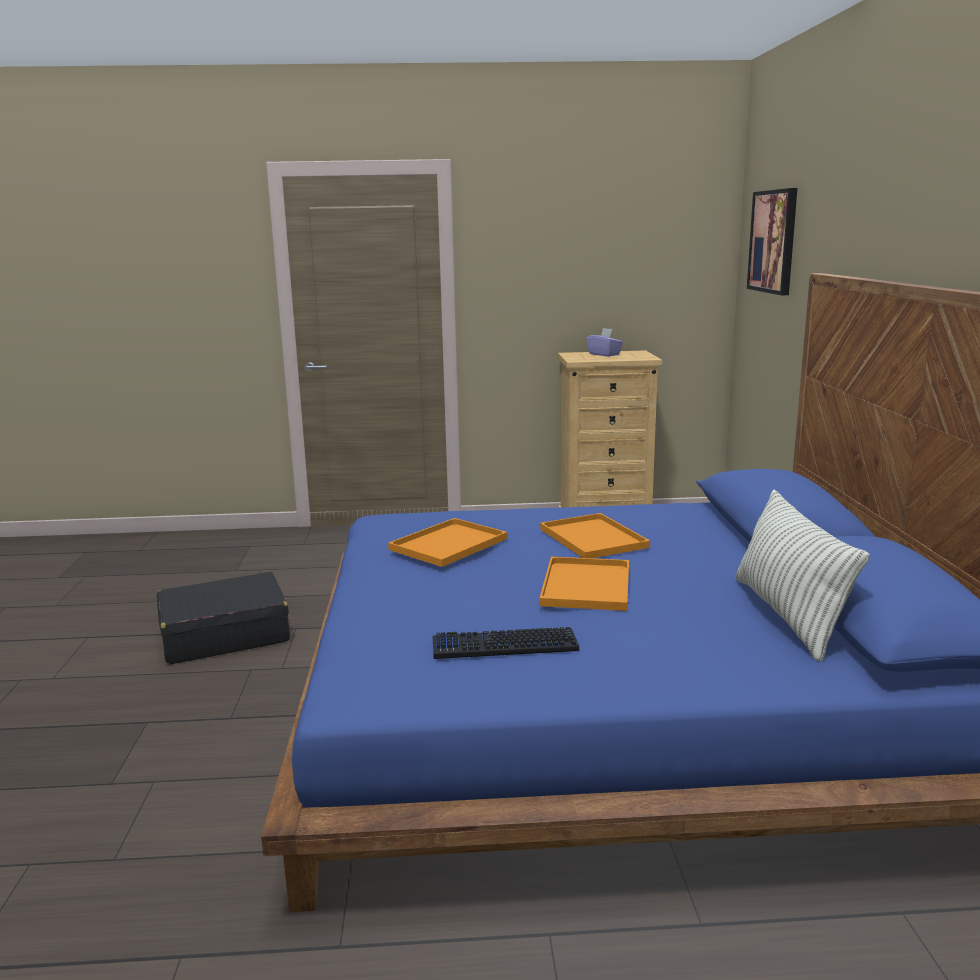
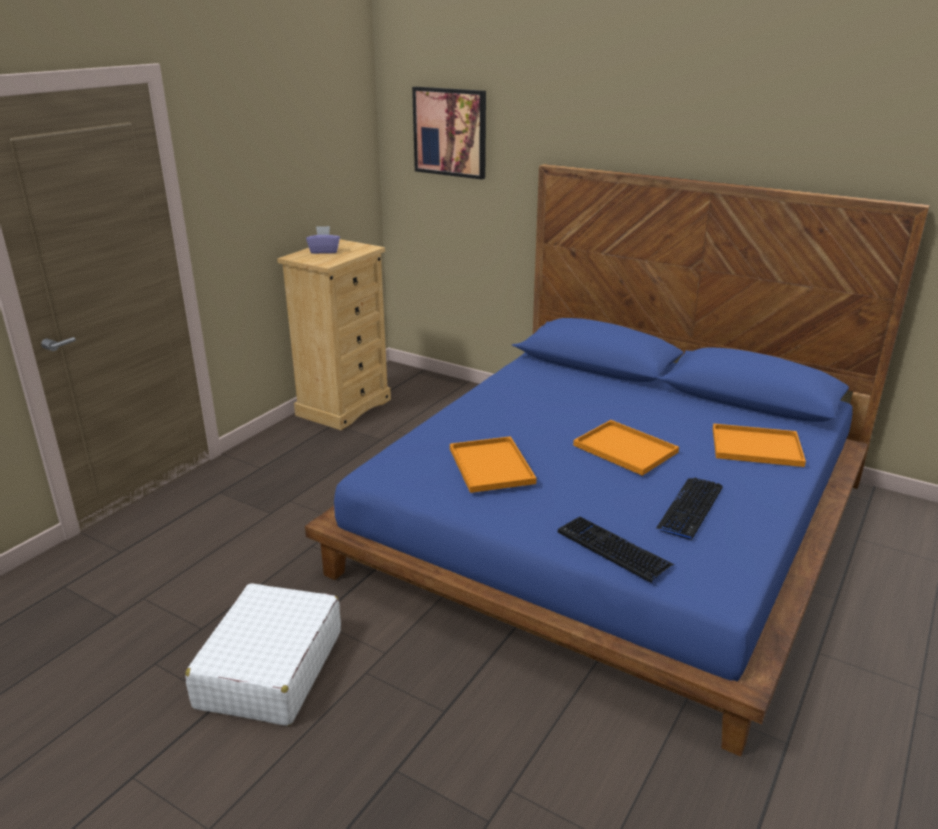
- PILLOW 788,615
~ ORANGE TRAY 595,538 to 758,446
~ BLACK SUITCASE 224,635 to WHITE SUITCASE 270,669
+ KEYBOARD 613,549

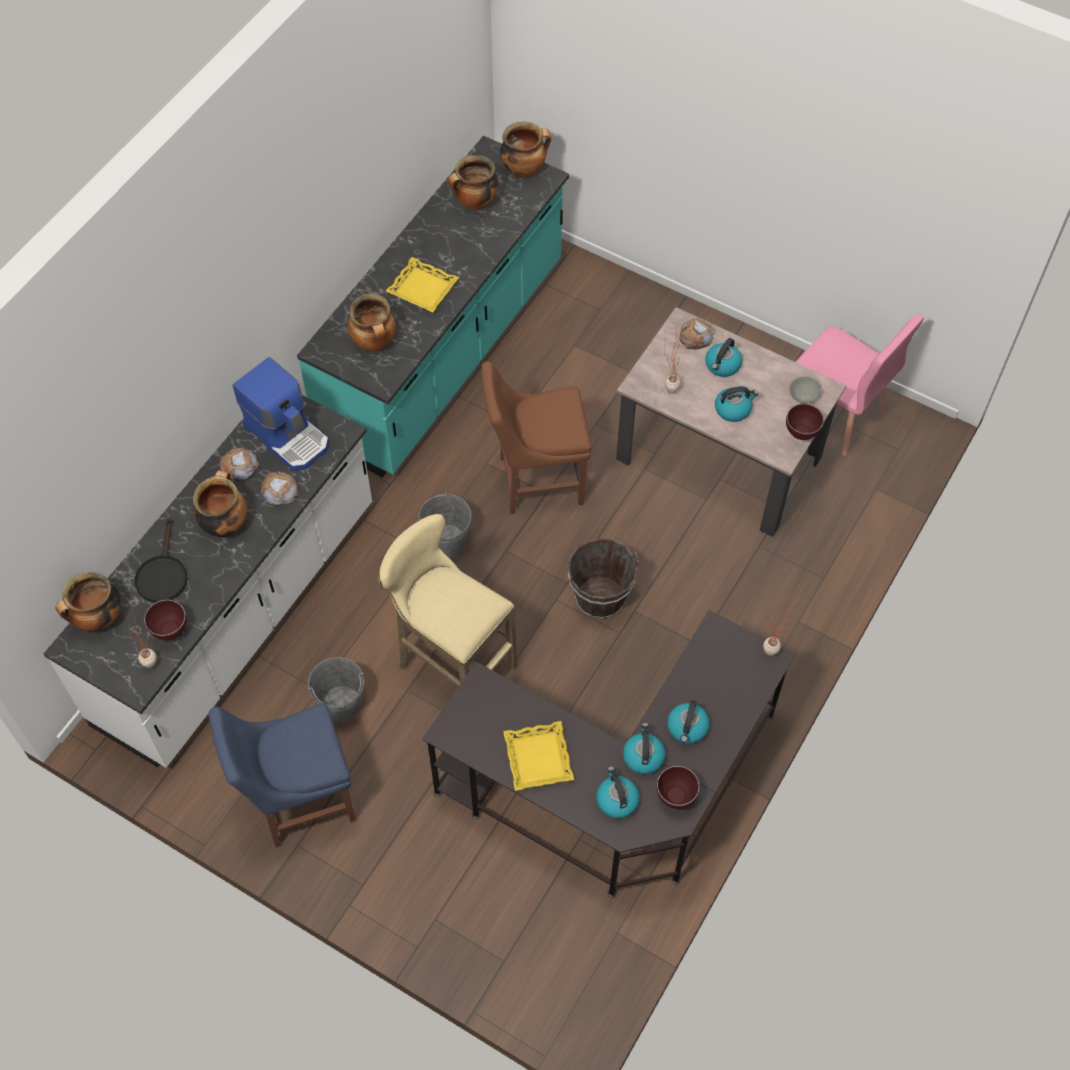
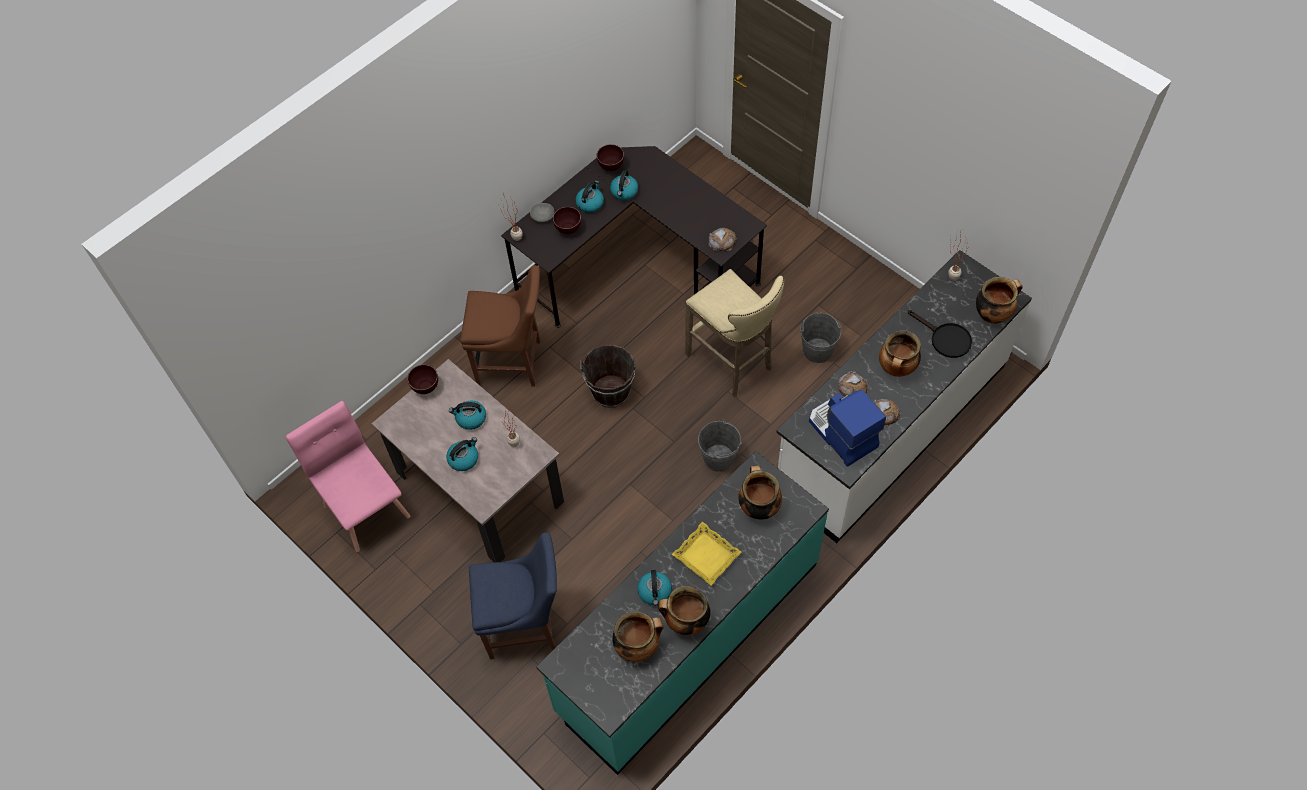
~ COOKING POT 524,169 to 685,621
~ BREAD 696,336 to 722,241
~ BROWN CHAIR 536,480 to 513,362
~ GREY BOWL 804,395 to 543,215
~ BLACK FRYING PAN 162,574 = 945,339 120 degrees clockwise
~ BROWN BOWL 171,630 to 567,230
~ BLUE CHAIR 299,800 to 525,625
- YELLOW TRAY 539,758
~ KETTLE 616,800 to 655,592

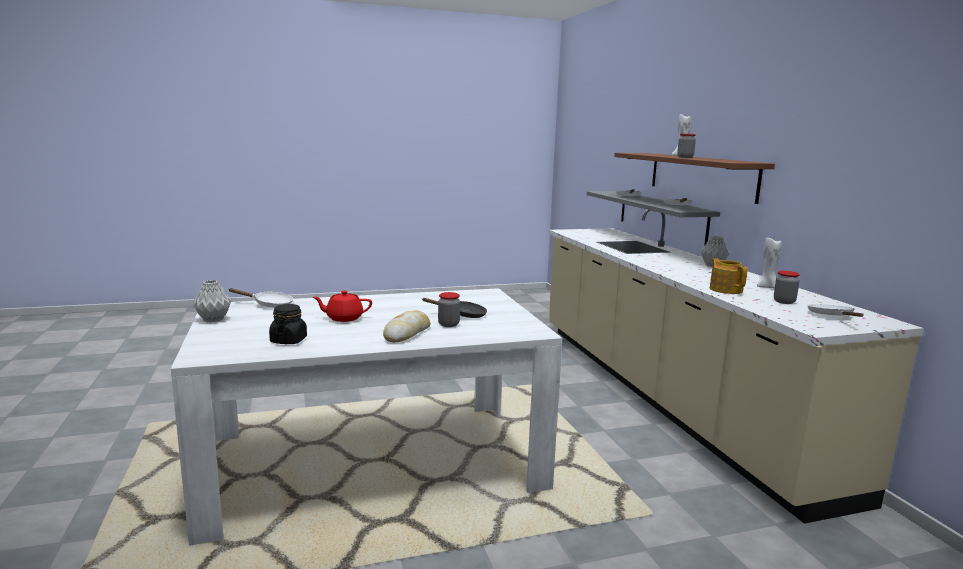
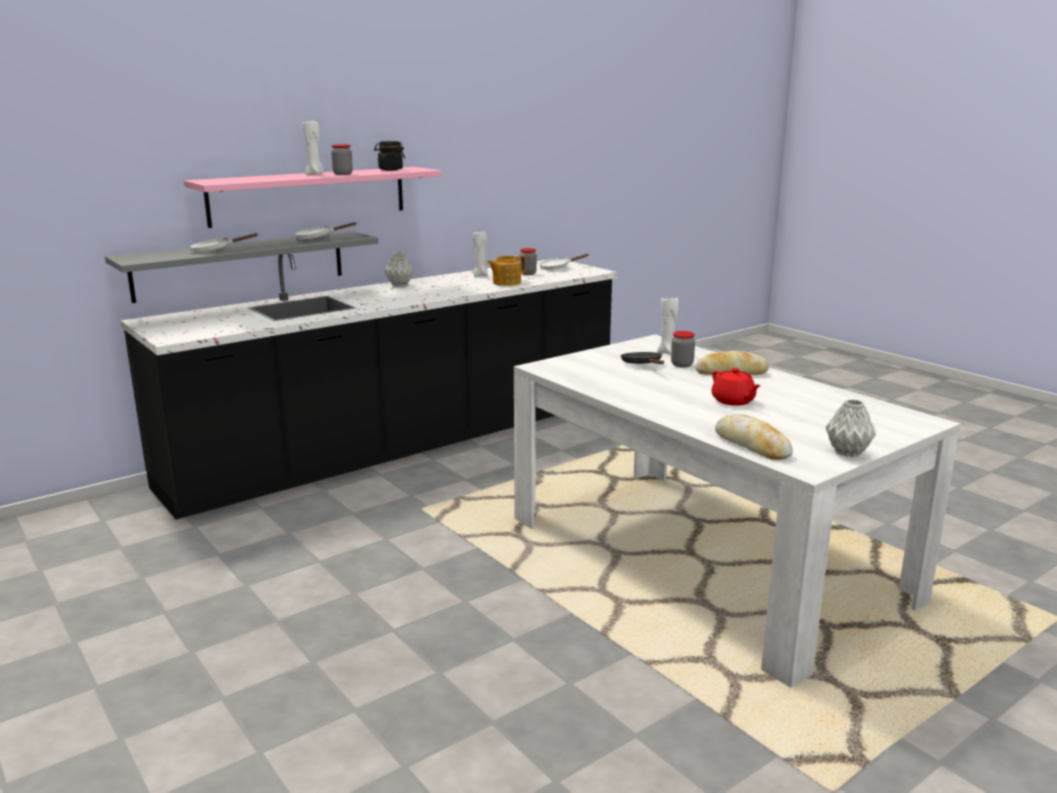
~ BROWN SHELF 701,175 to PINK SHELF 309,195
~ BEIGE COUNTER 664,395 to BLACK COUNTER 405,444
~ WHITE FRYING PAN 269,304 to BREAD 752,445
~ BLACK JAR 288,340 to 390,169
+ WHITE CANDLE 667,352

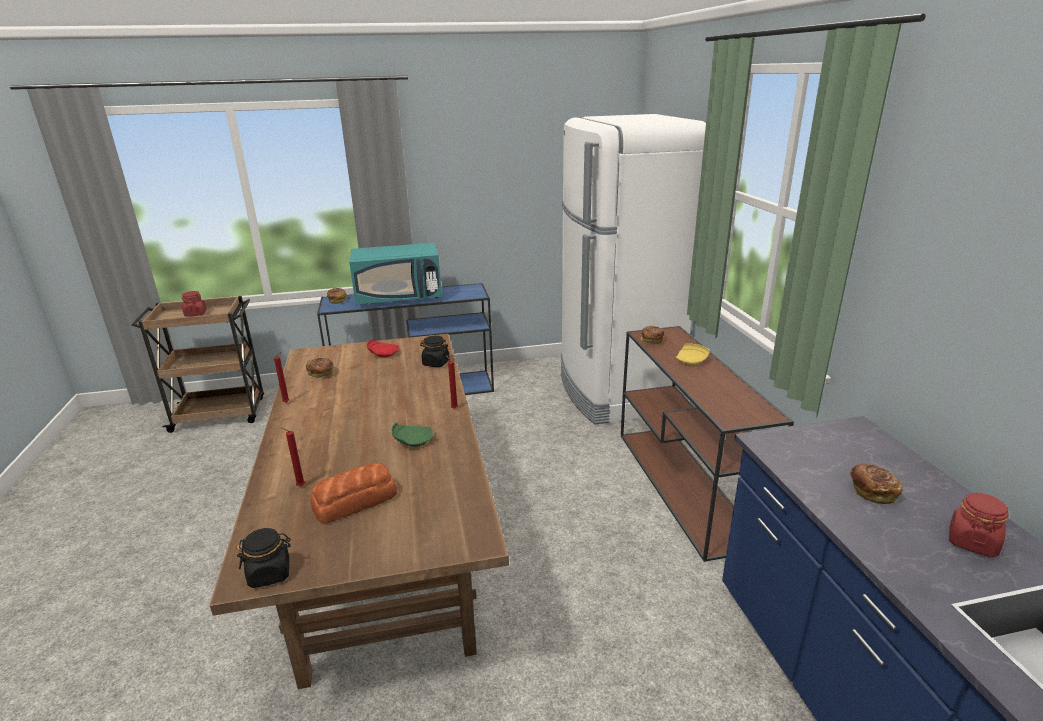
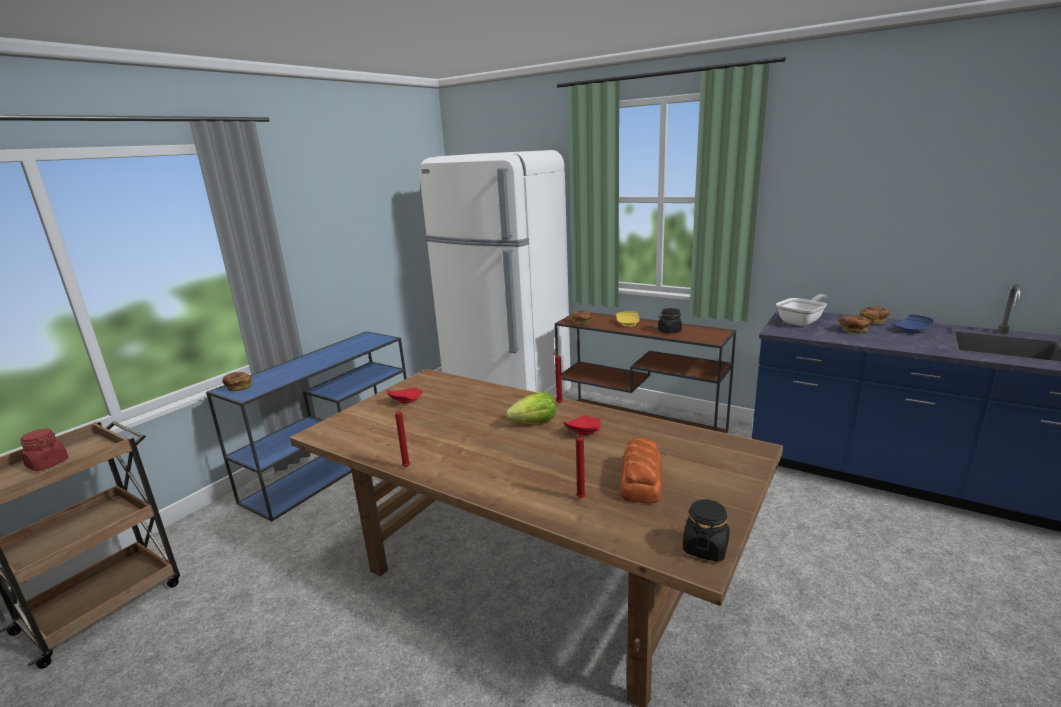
- TURQUOISE MICROWAVE 399,297
~ BLACK JAR 435,363 to 669,331
~ BREAD 321,374 to 873,321
~ GREEN PLATE 412,441 to RED PLATE 583,432
~ RED JAR 972,541 to BLUE PLATE 912,330
+ FRYING PAN 802,322
+ LETTUCE 534,423

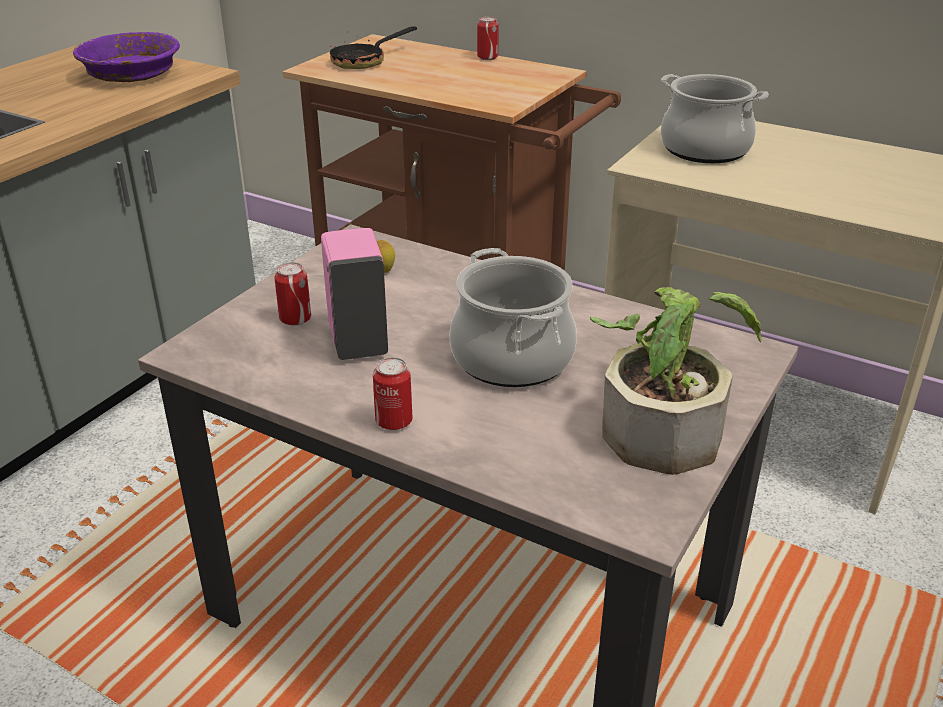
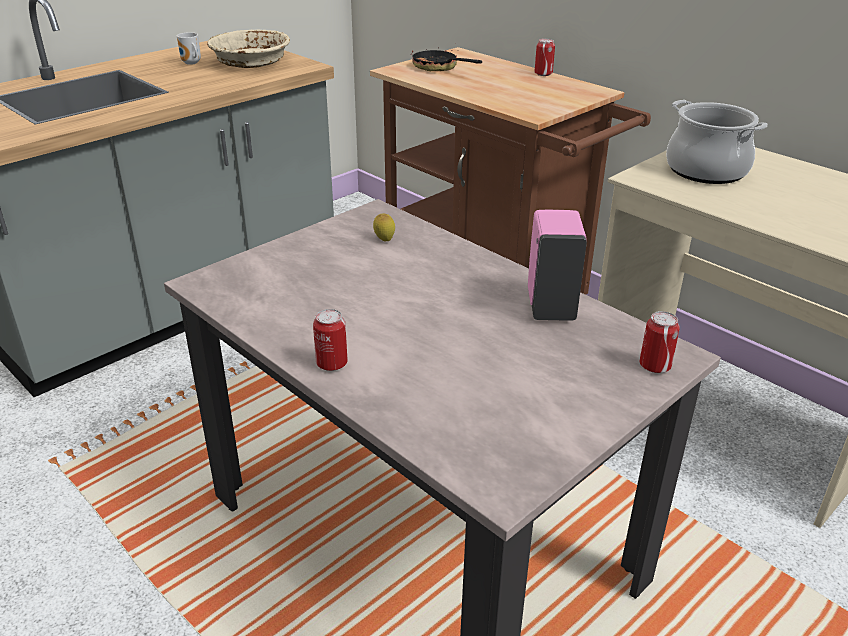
~ FRYING PAN 365,61 = 439,68 75 degrees clockwise
~ PURPLE BOWL 131,74 to BEIGE BOWL 250,62
~ PINK SOAP DISPENSER 358,341 to 550,306
- COOKING POT 513,358
~ CAN 295,319 to 654,366
- POTTED PLANT 663,425
+ MUG 191,63

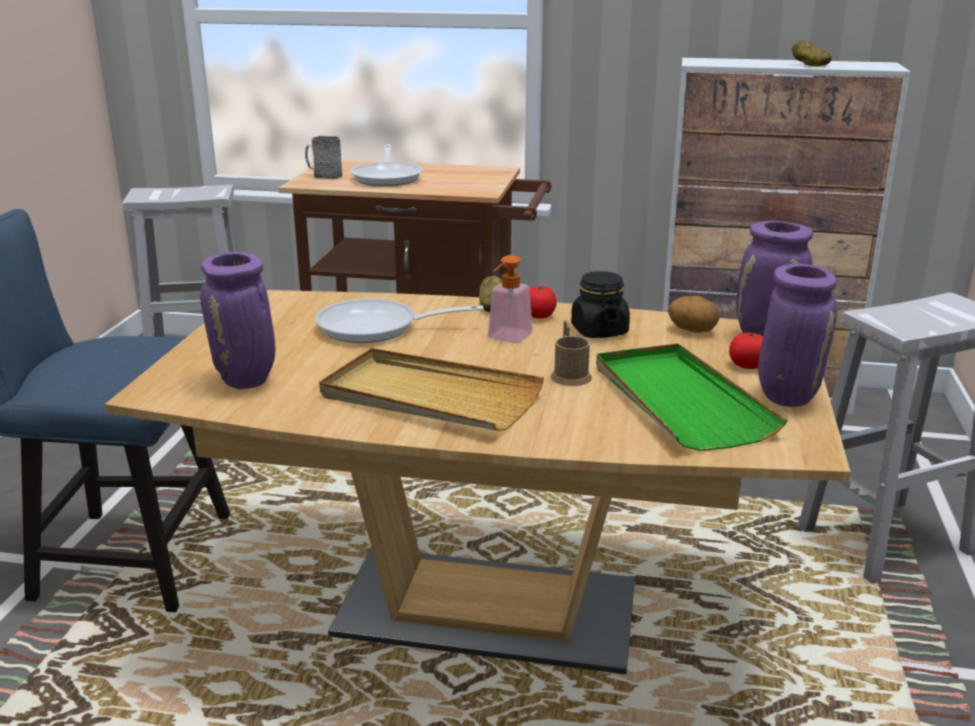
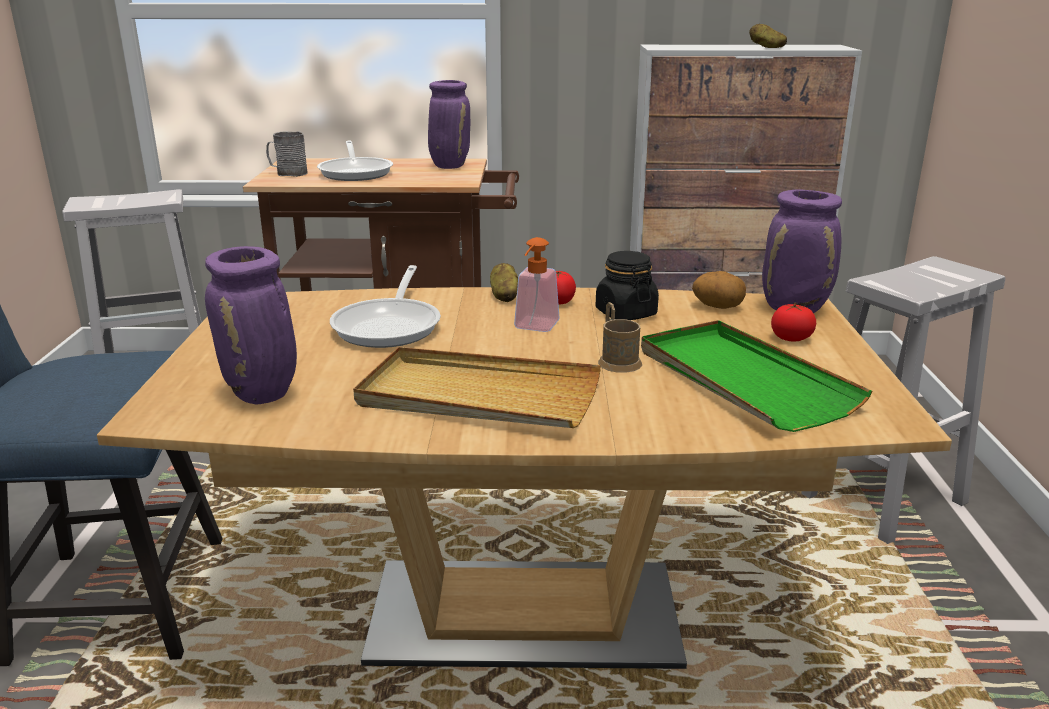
~ PURPLE VASE 786,396 to 449,166
~ FRYING PAN 376,328 = 390,325 75 degrees counterclockwise

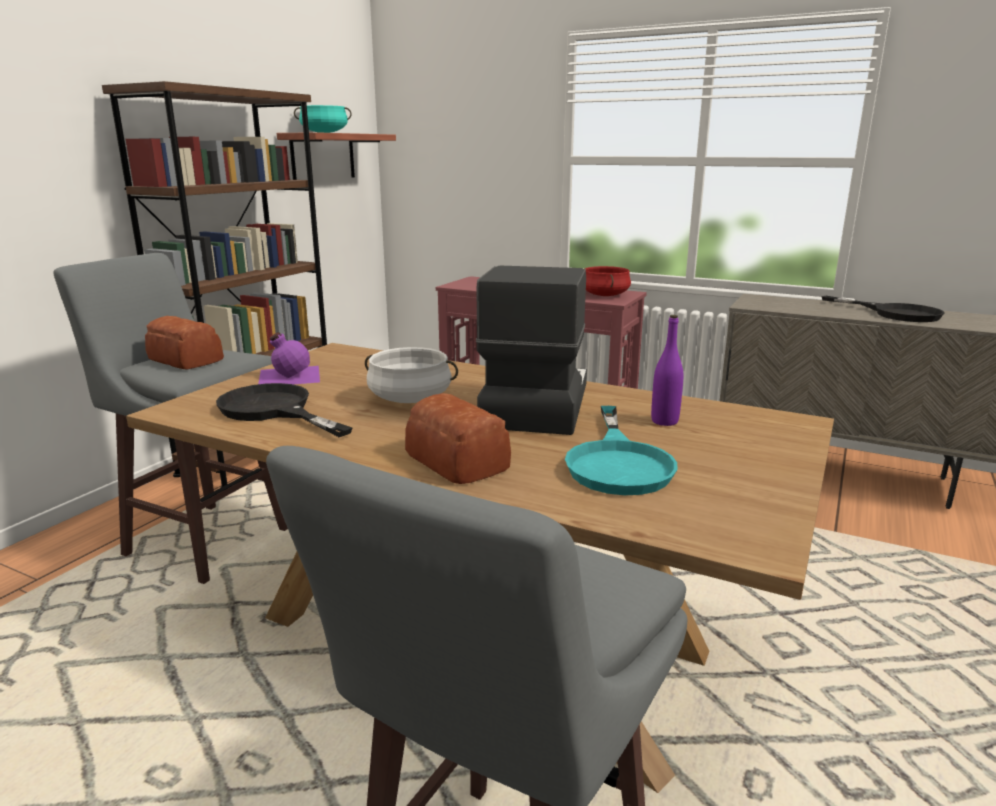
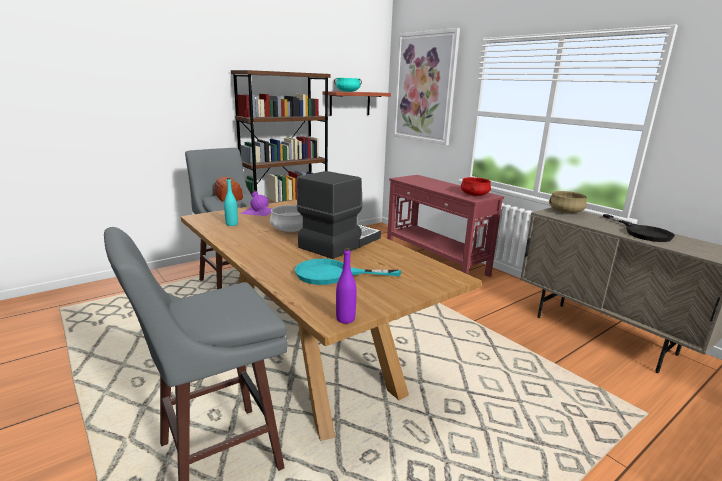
~ PURPLE BOTTLE 664,421 to 345,319
~ BLACK FRYING PAN 274,410 to TURQUOISE BOTTLE 232,224
- BREAD 457,460
~ TURQUOISE FRYING PAN 618,462 = 332,274 60 degrees clockwise
+ PICTURE 424,87
+ BEIGE COOKING POT 565,211

